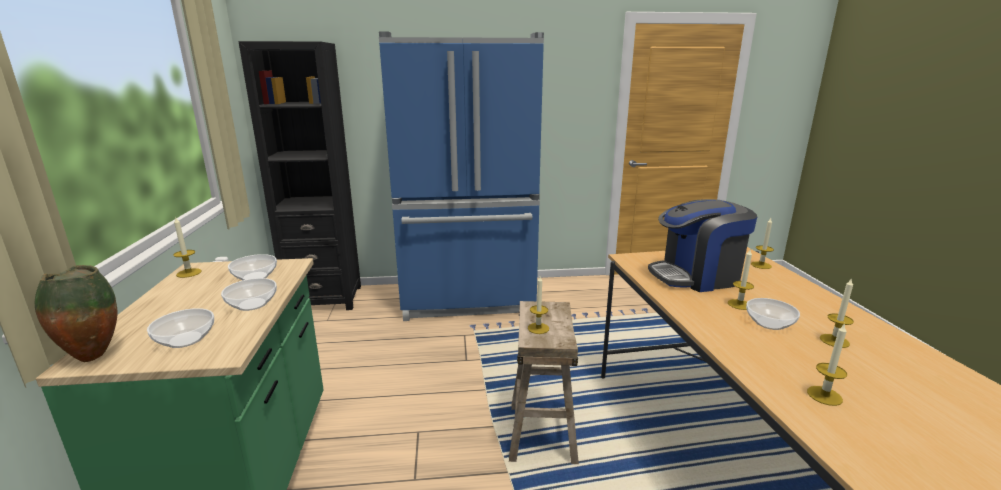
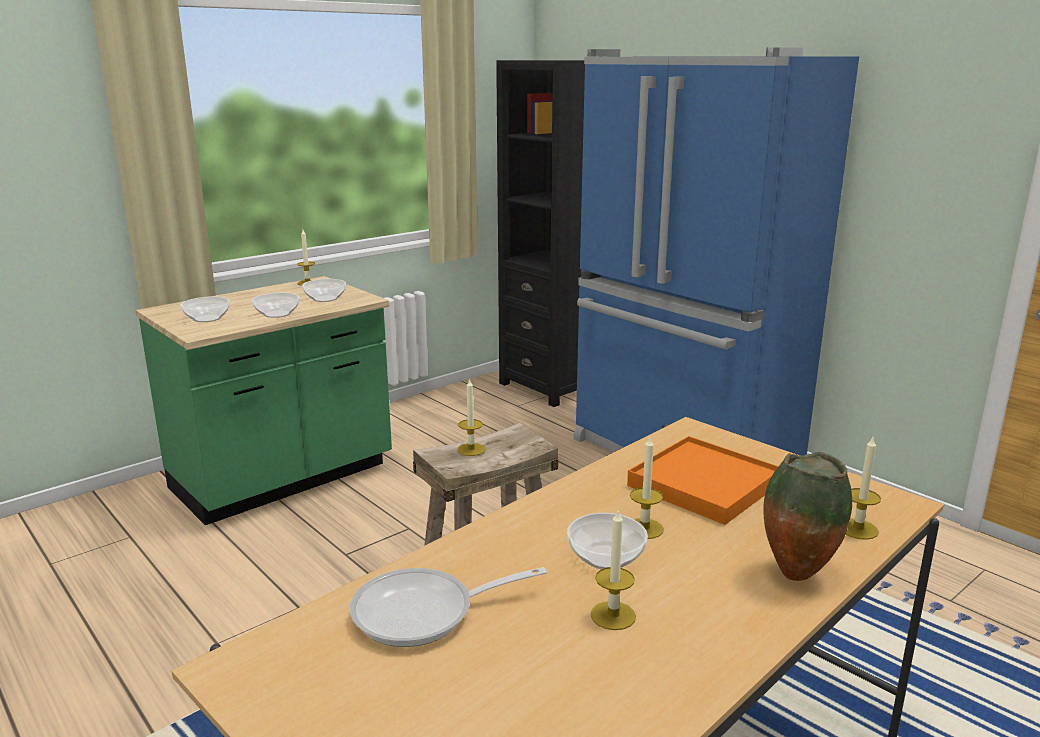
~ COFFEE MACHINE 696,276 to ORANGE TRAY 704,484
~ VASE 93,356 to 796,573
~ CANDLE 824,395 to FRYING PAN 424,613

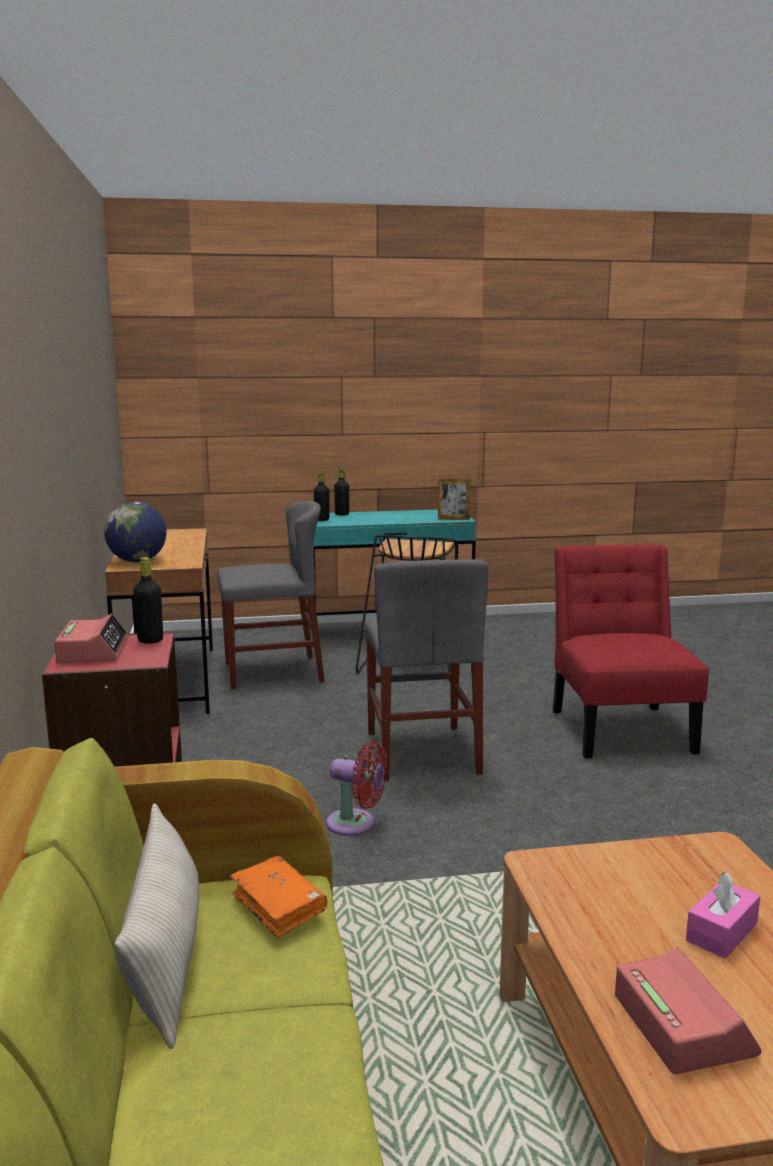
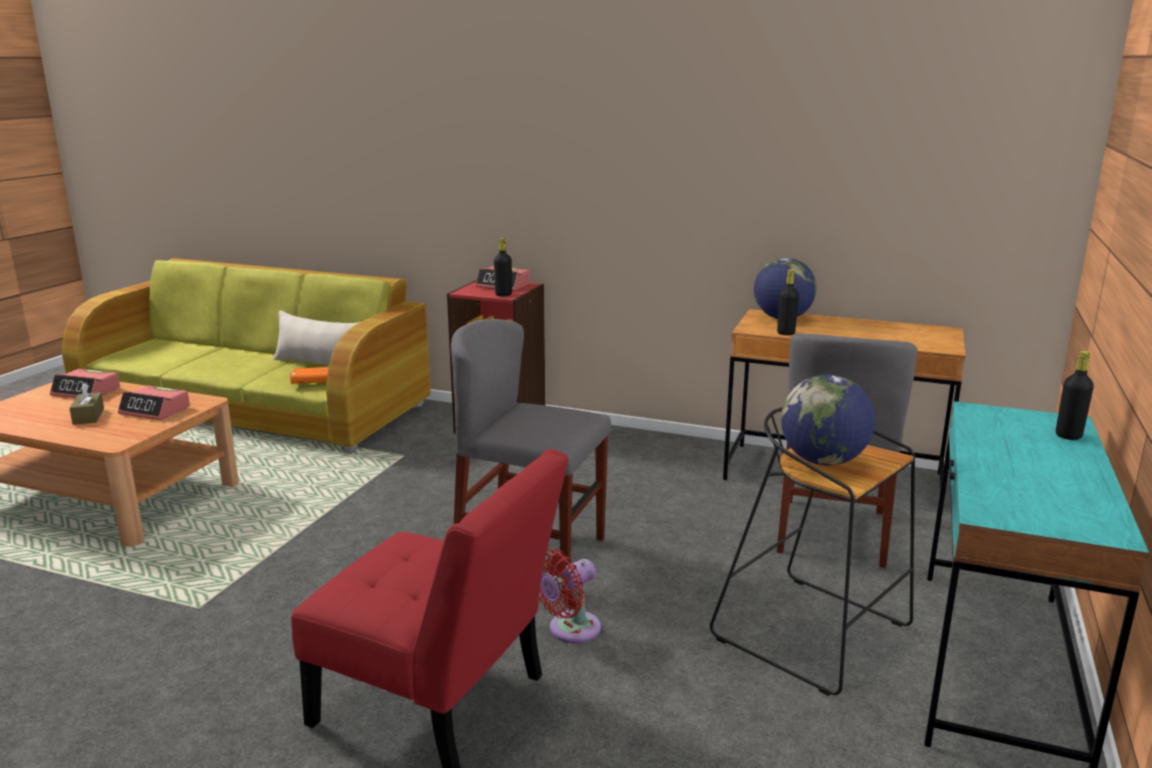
~ BLACK BOTTLE 322,520 to 786,333
- PICTURE FRAME 453,519
~ RED FAN 356,824 to 570,630
~ PINK TISSUE BOX 721,932 to BROWN TISSUE BOX 88,416
+ GLOBE 823,461
+ ALARM CLOCK 155,411

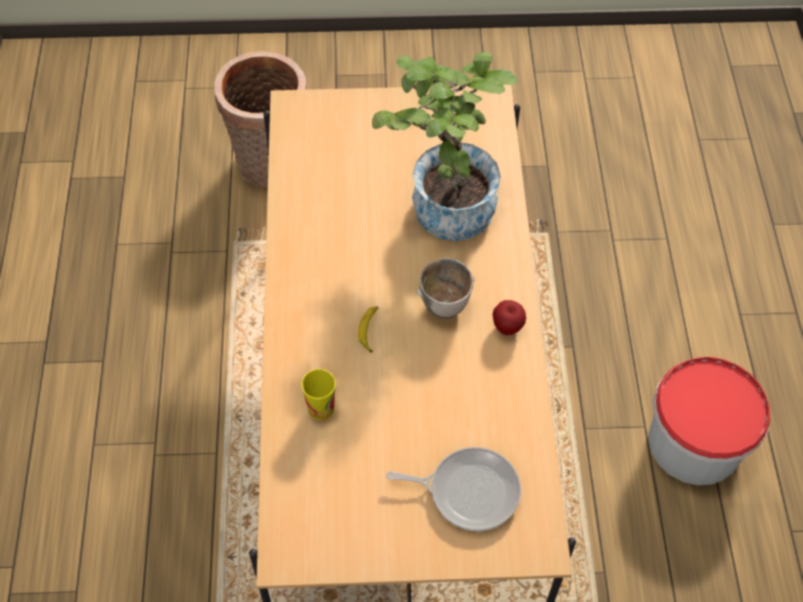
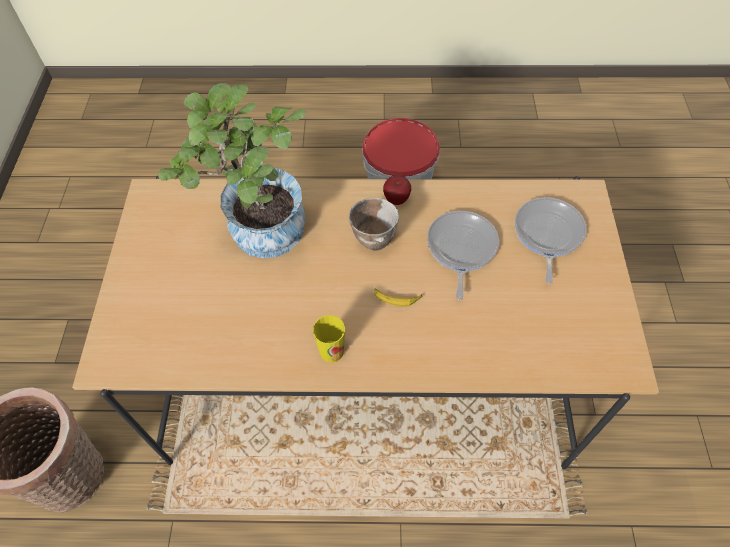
~ CUP 321,408 to 331,351
+ FRYING PAN 460,248

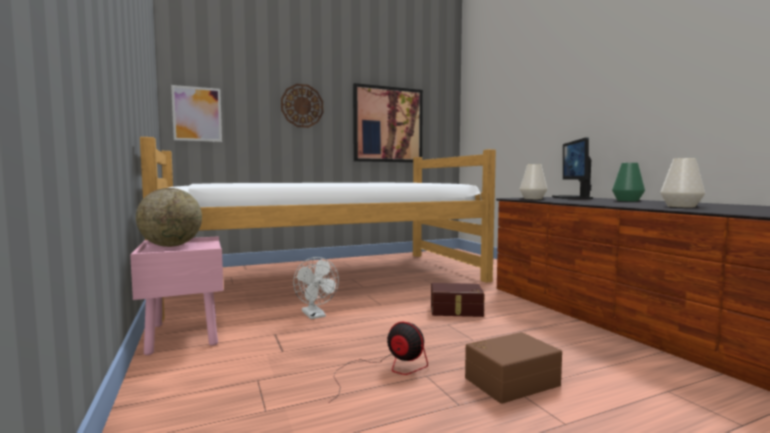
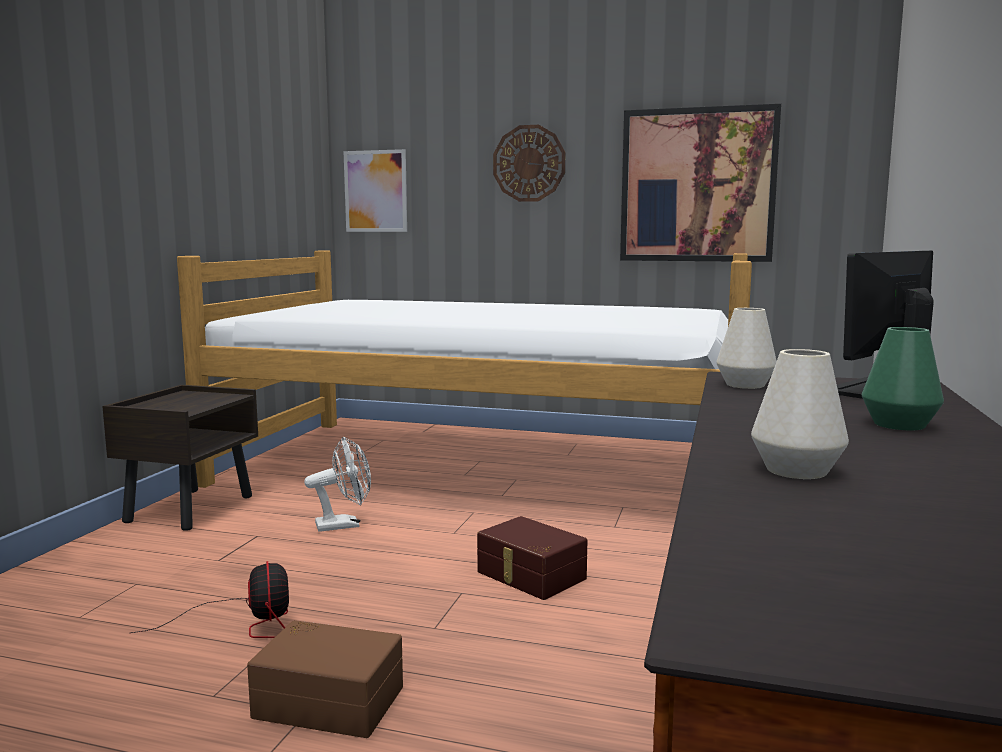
- GLOBE 171,246
~ PINK NIGHTSTAND 183,334 to BROWN NIGHTSTAND 190,509
~ WHITE FAN 315,315 = 344,525 120 degrees counterclockwise

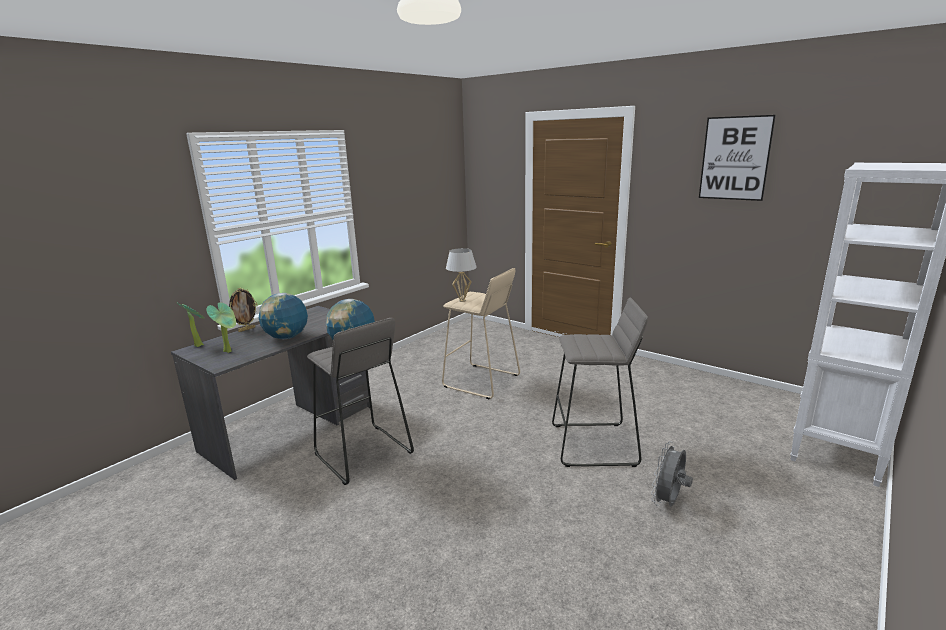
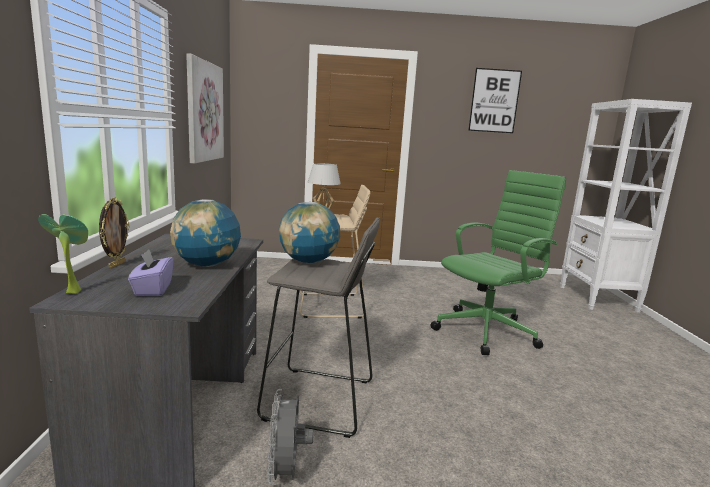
~ GREY STOOL 594,445 to GREEN OFFICE CHAIR 488,331
~ POTTED PLANT 229,351 to PURPLE TISSUE BOX 152,289
~ GREY FAN 668,502 to 286,473
+ PICTURE 204,112

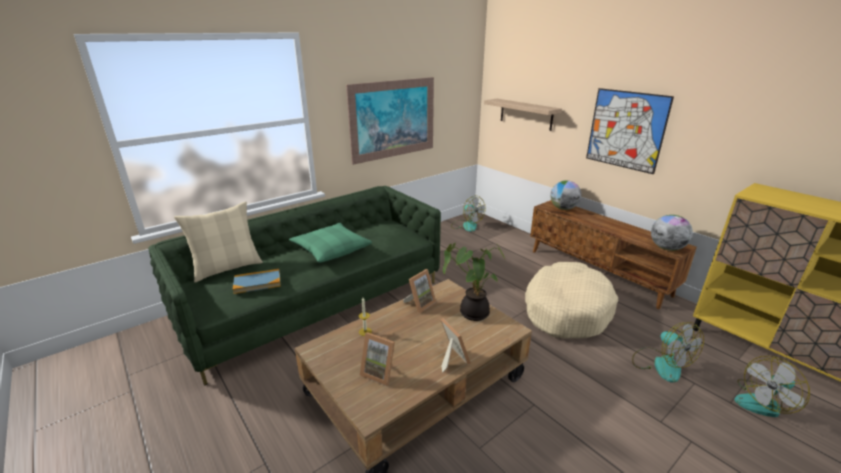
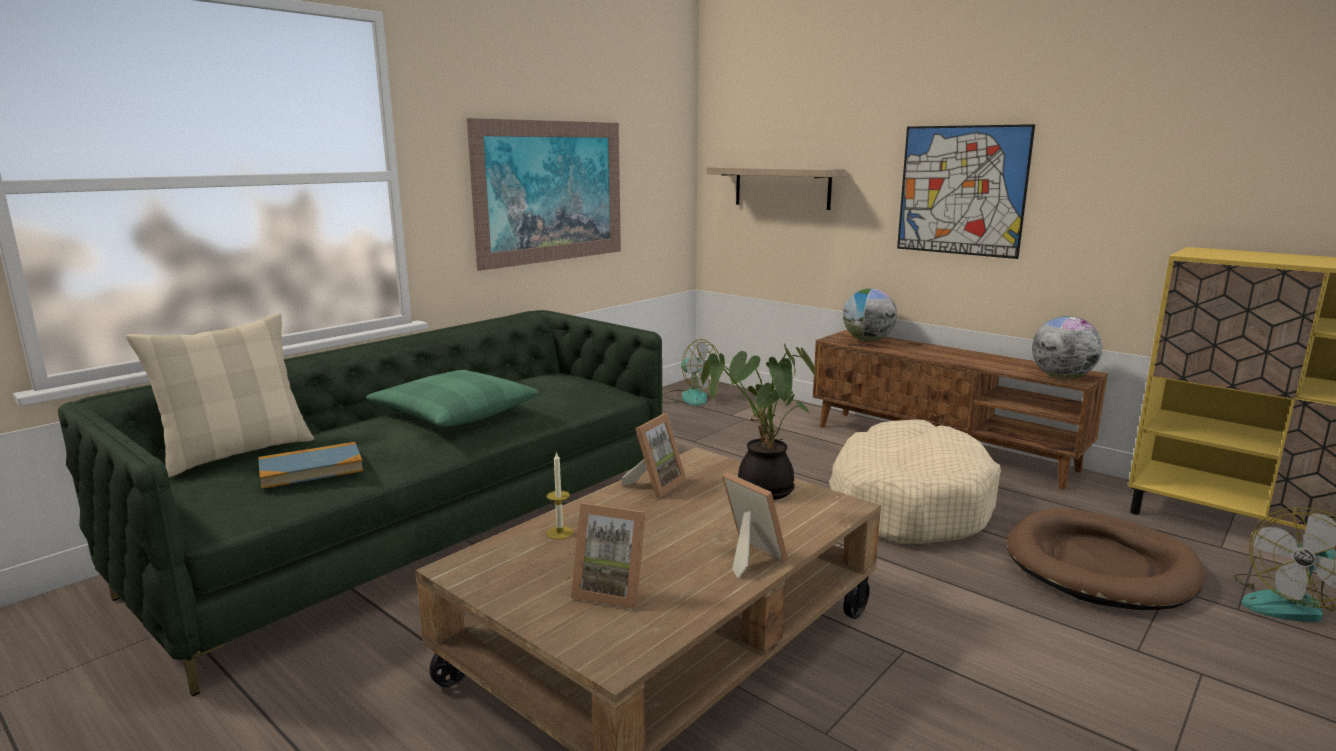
~ FAN 660,364 to BROWN DOG BED 1100,566

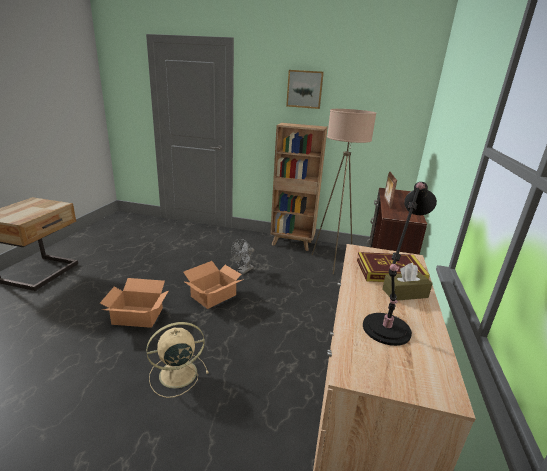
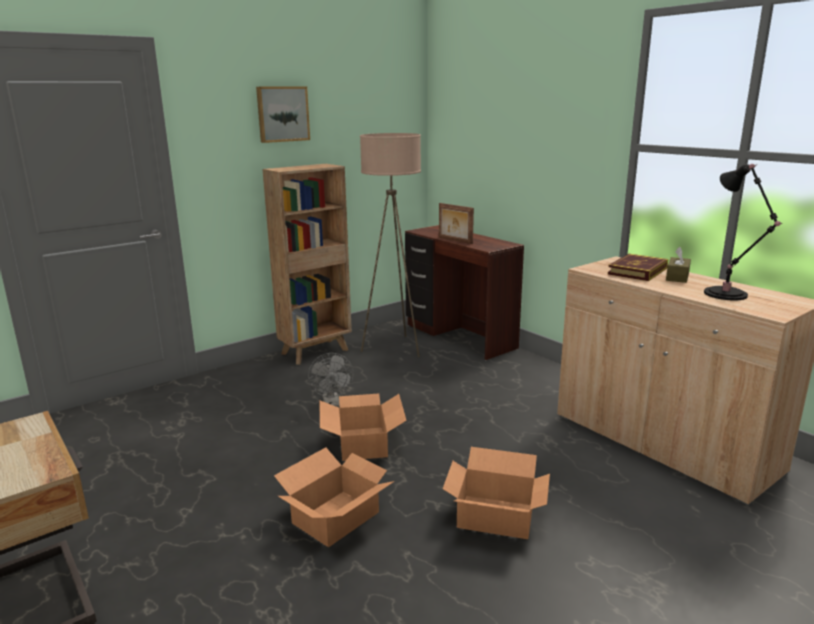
~ BEIGE FAN 176,374 to CARDBOARD BOX 496,517

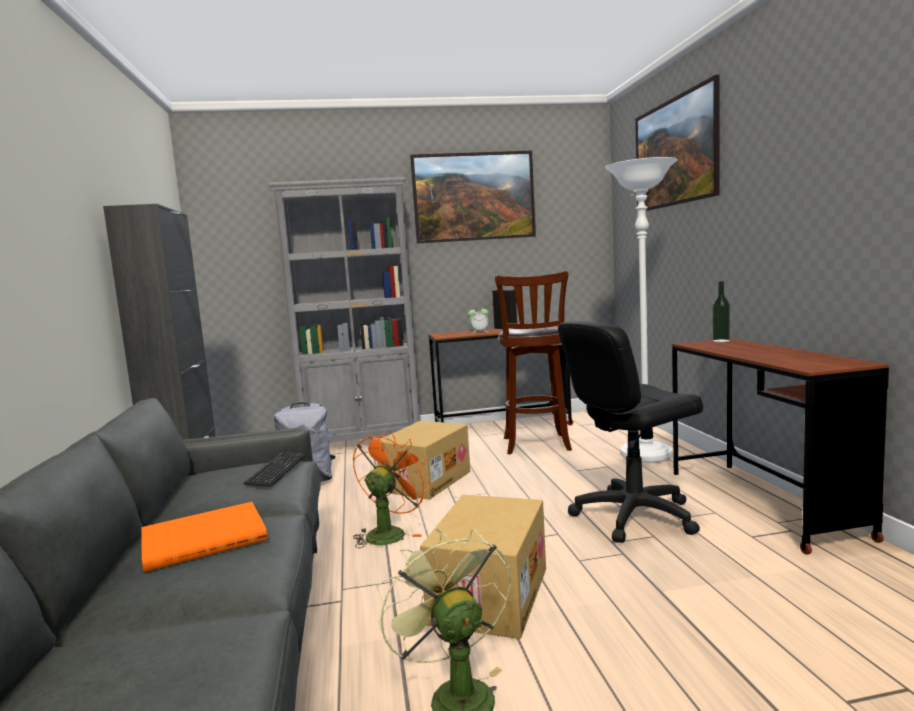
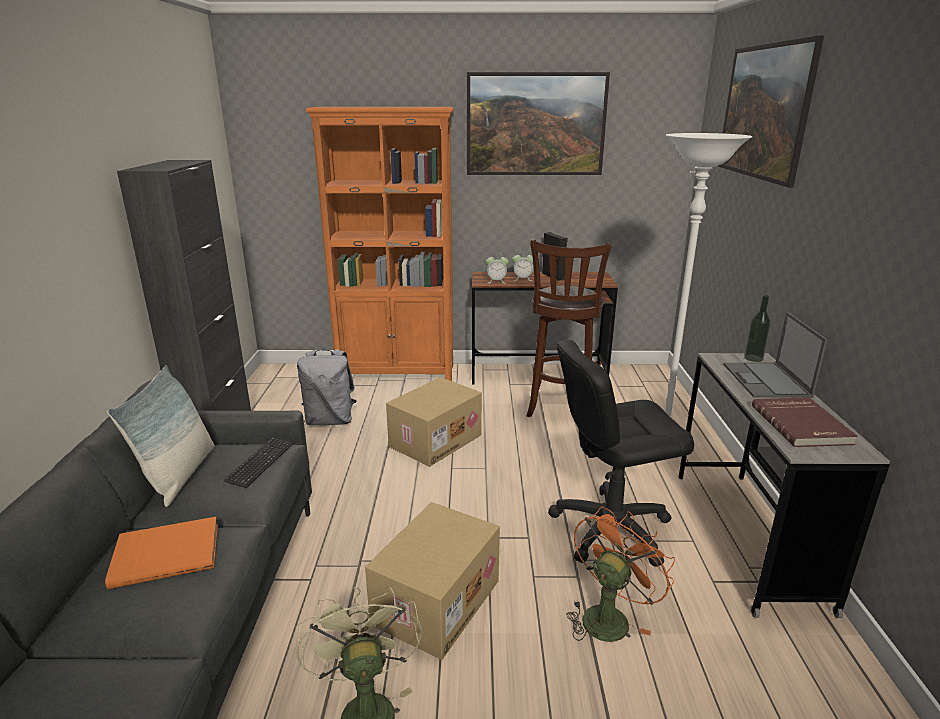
~ GREY BOOKCASE 363,442 to ORANGE BOOKCASE 397,373
~ BROWN DESK 761,503 to GREY DESK 747,537
~ ORANGE FAN 389,533 to 609,616
+ ALARM CLOCK 496,281
+ LAPTOP 766,381
+ PILLOW 179,475
+ RED BOOK 802,425

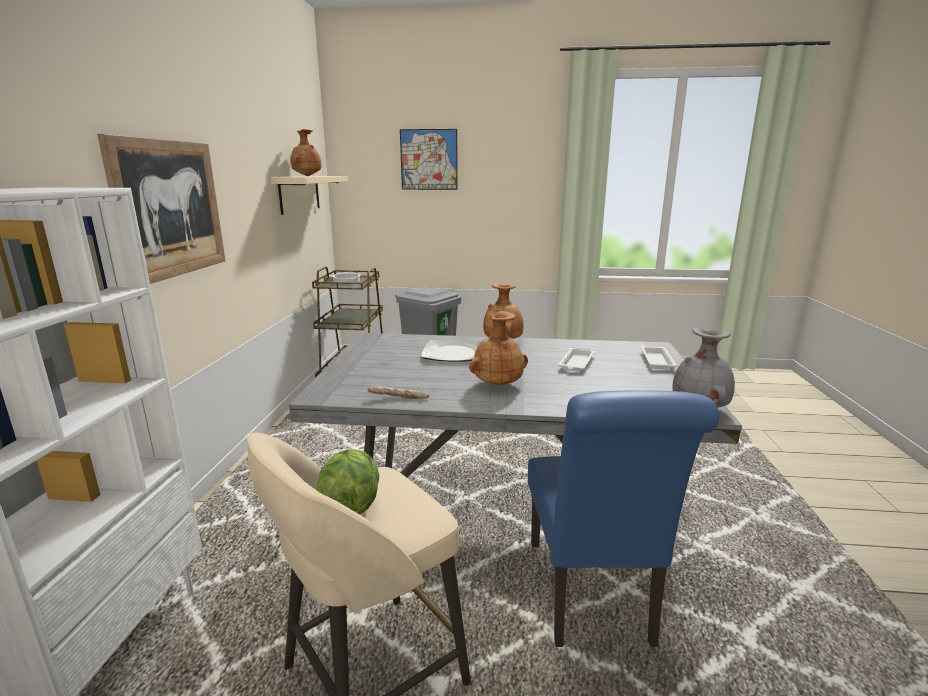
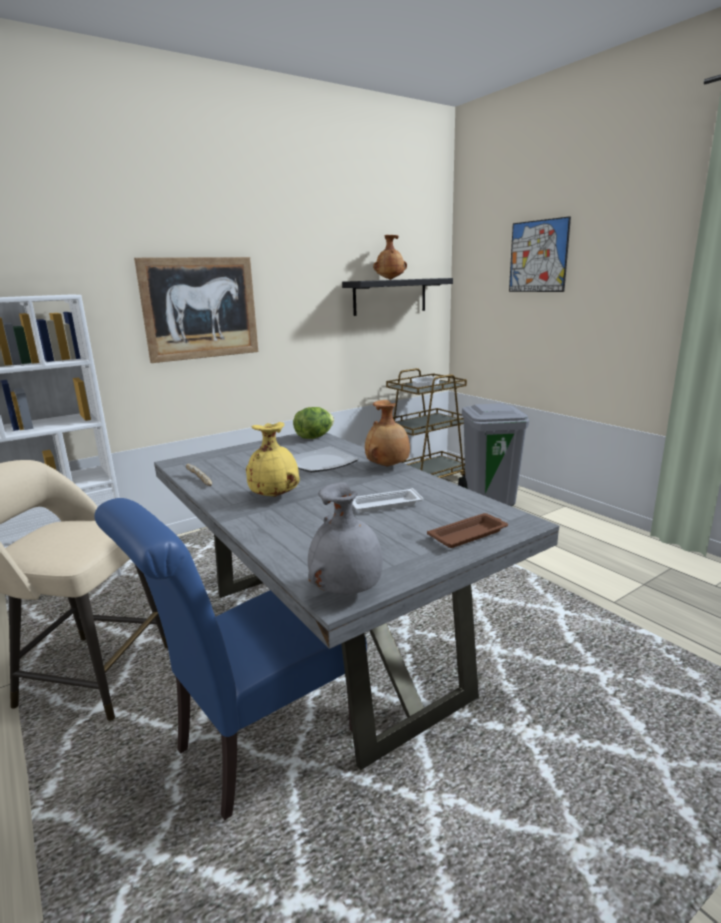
~ BEIGE SHELF 299,194 to BLACK SHELF 390,296
~ BROWN VASE 497,384 to YELLOW VASE 275,495
~ WHITE TRAY 656,360 to BROWN TRAY 469,535
~ LETTUCE 351,505 to 314,437

